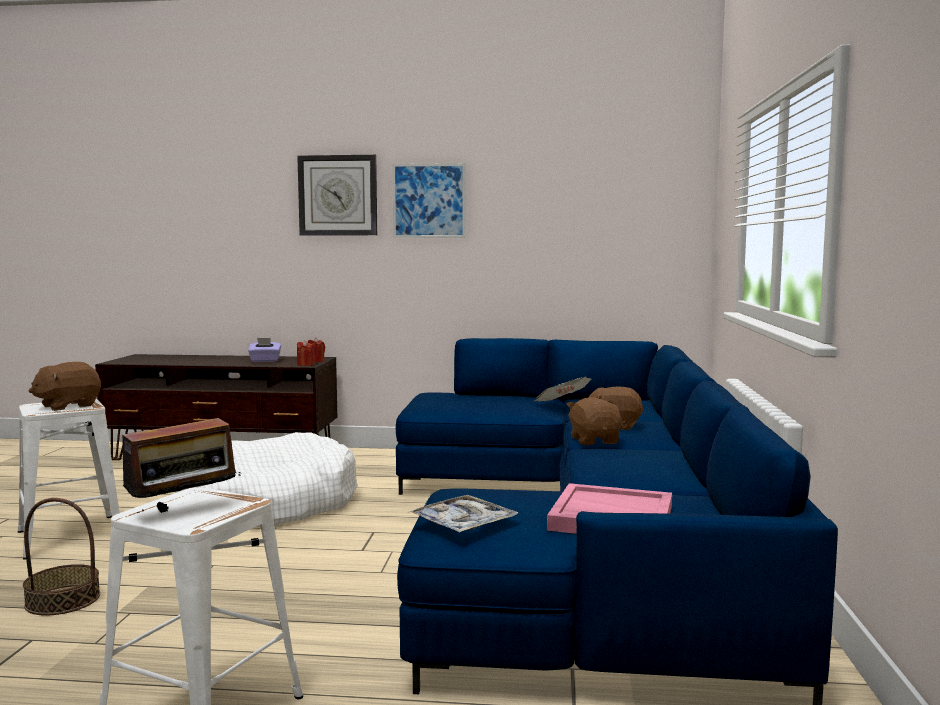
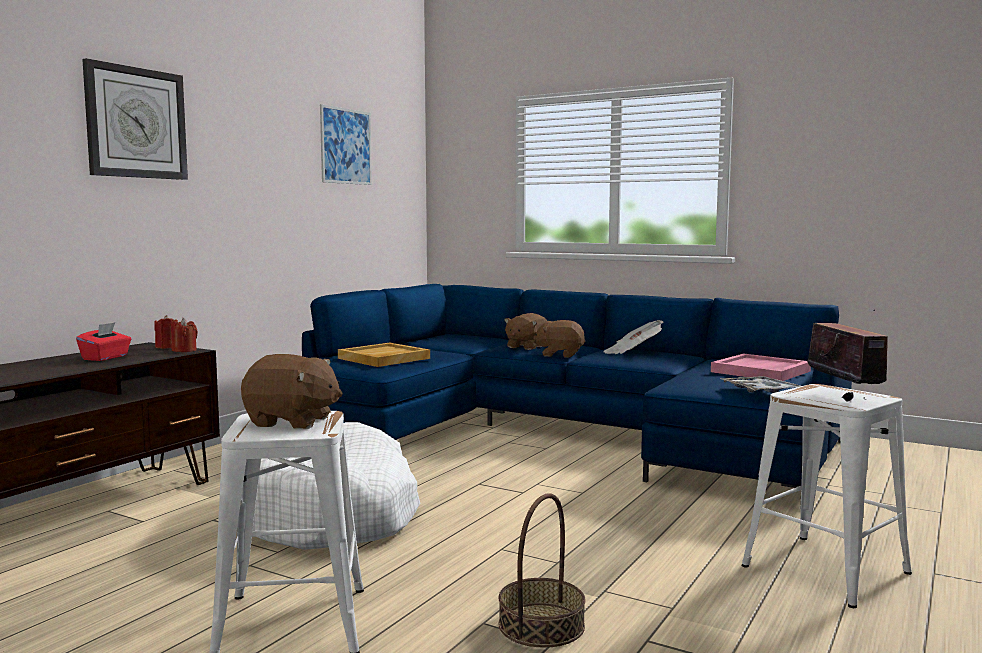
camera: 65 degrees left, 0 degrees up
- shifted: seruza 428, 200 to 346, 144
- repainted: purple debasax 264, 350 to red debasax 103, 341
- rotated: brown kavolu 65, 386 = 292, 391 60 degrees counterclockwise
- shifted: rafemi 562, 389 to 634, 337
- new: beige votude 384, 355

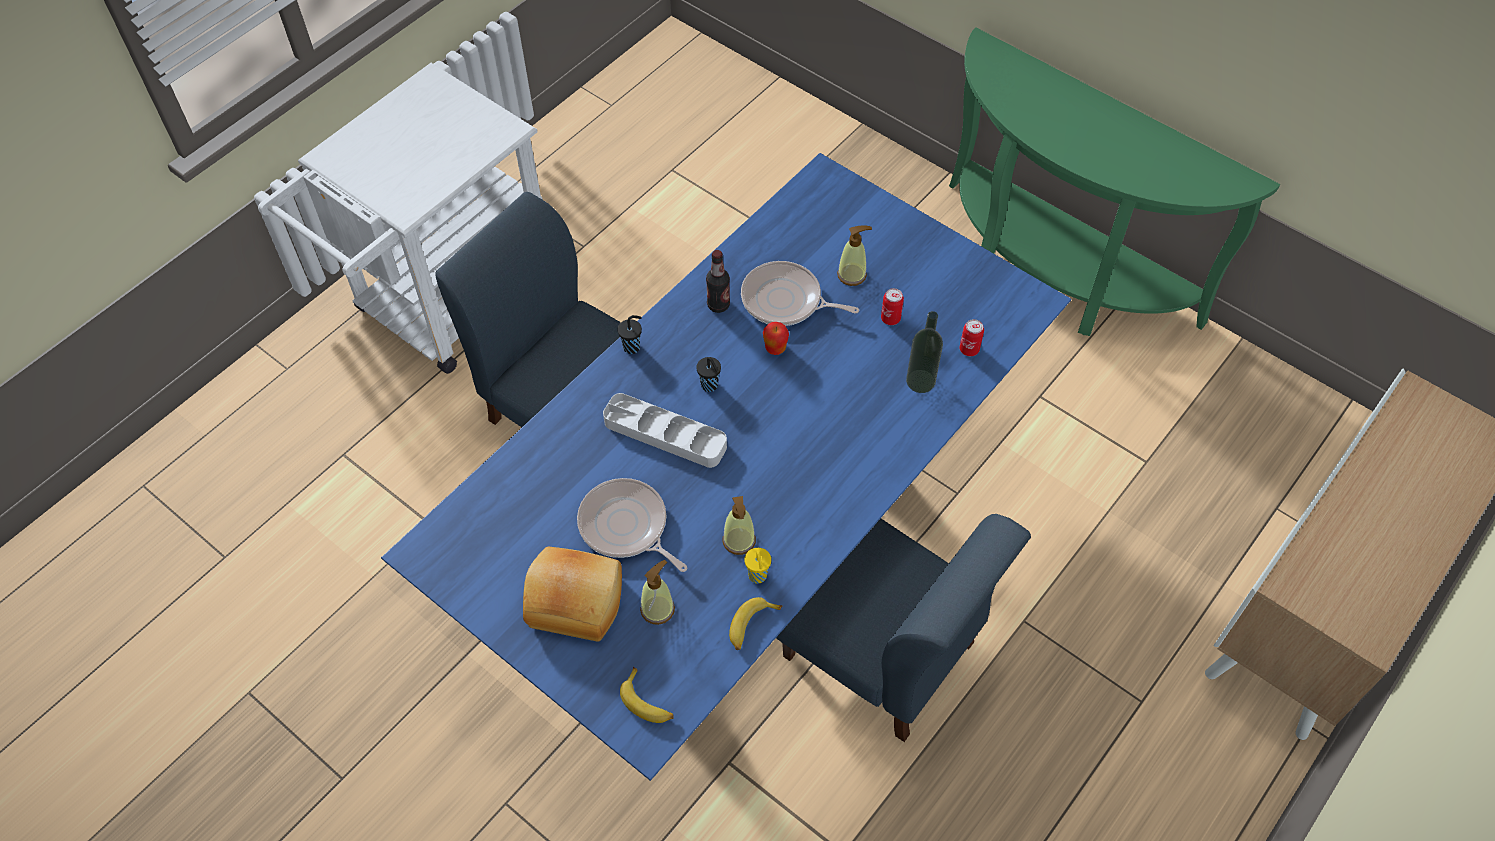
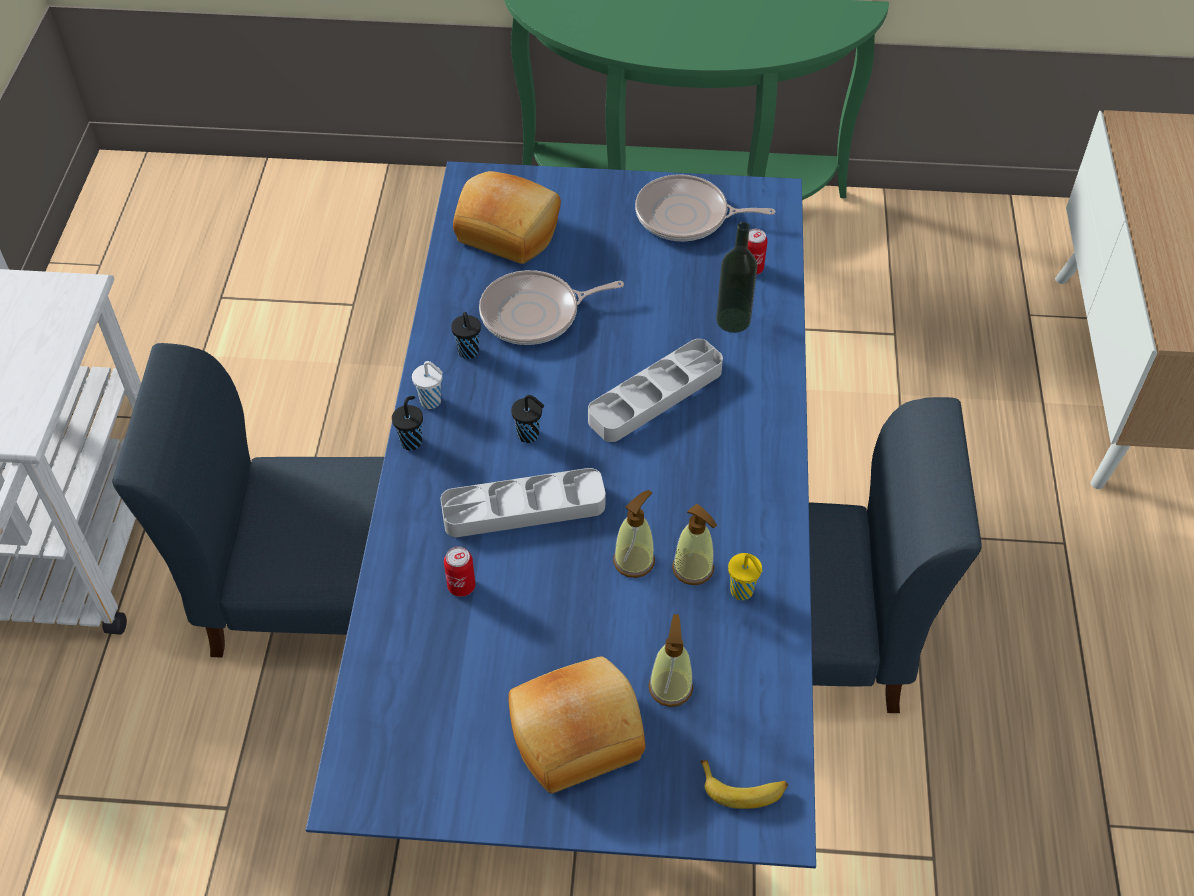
camera: 35 degrees left, 5 degrees down
- shifted: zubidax 854, 255 to 634, 534
- swapped: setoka 718, 281 to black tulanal 466, 335
- shifted: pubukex 892, 306 to 459, 571
- gone: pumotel 776, 338
- shifted: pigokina 632, 525 to 705, 207
- gone: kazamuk 756, 623
- new: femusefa 507, 217
- new: grey votude 655, 390
- new: white tulanal 427, 385

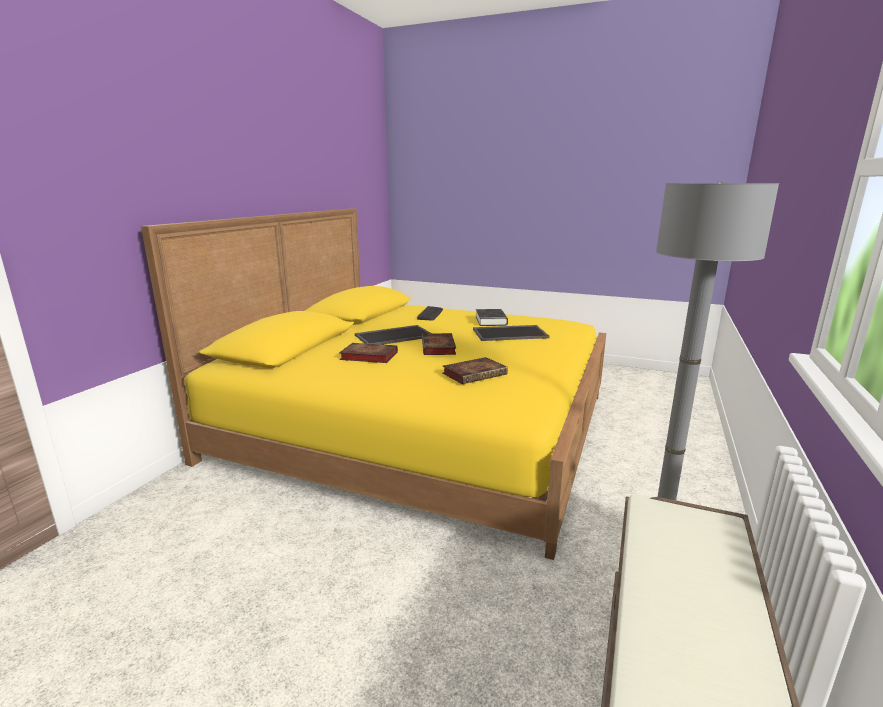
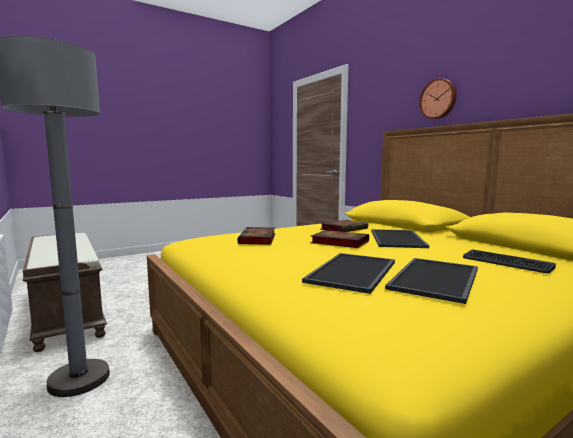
camera: 125 degrees right, 10 degrees down
- swapped: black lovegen 492, 317 to votude 431, 281
- new: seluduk 438, 98

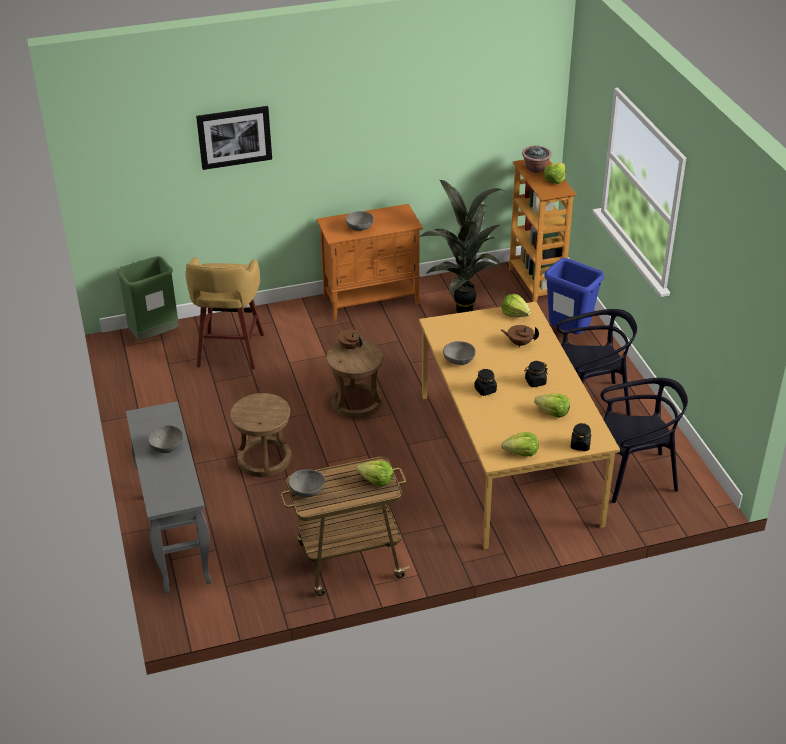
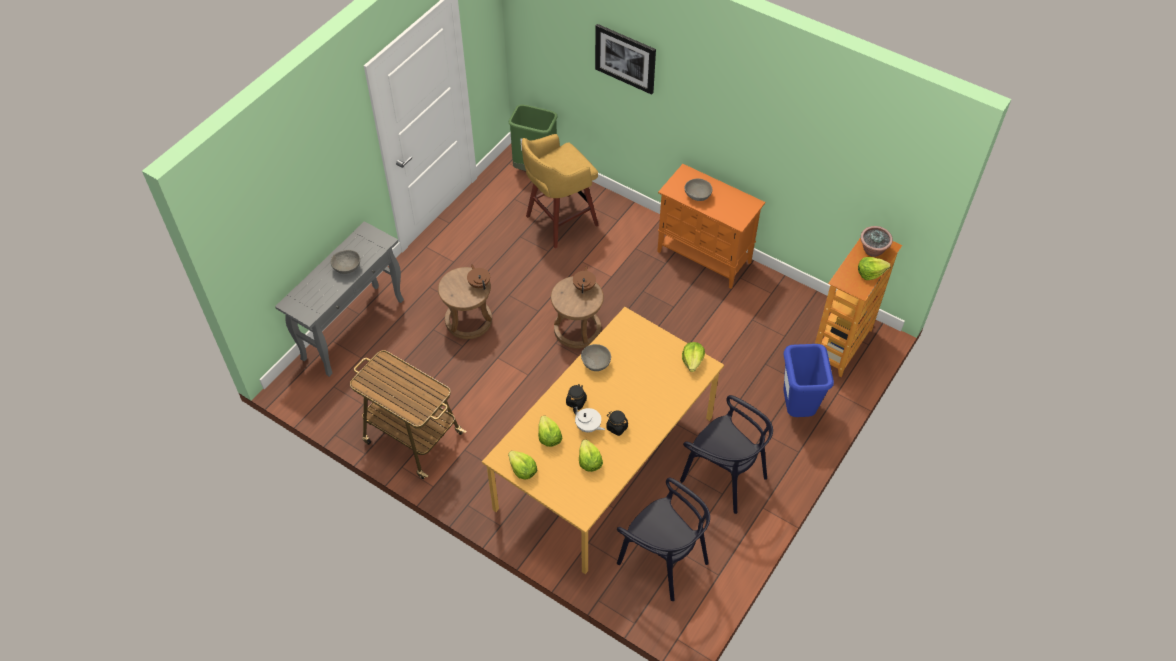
camera: 50 degrees right, 15 degrees up
- gone: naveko 462, 246
- shifted: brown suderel 520, 336 to 478, 277
- gone: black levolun 581, 437
- shifted: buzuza 375, 474 to 550, 431
- gone: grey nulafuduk 306, 483
- new: white suderel 589, 420

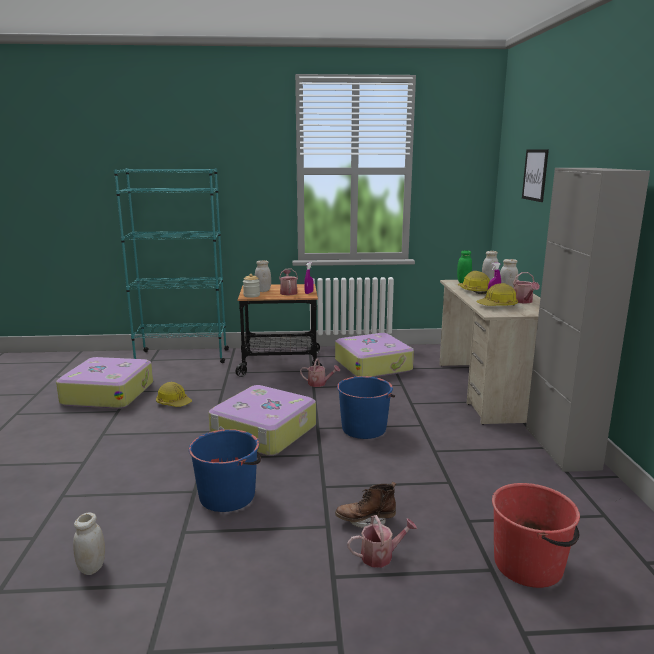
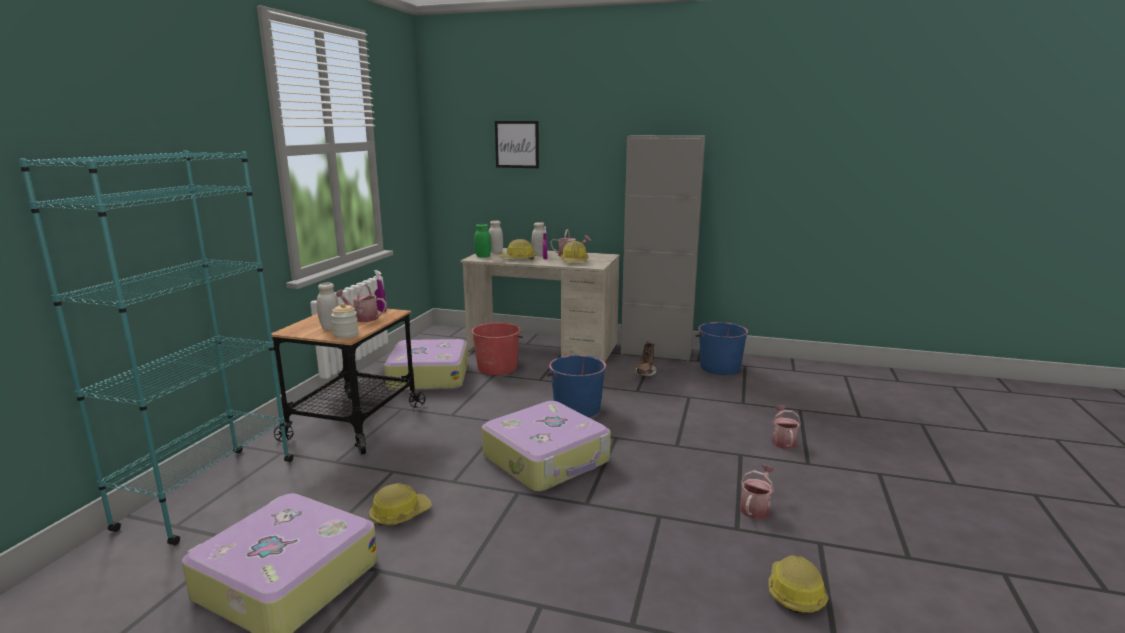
camera: 70 degrees left, 0 degrees up
- shifted: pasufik 320, 372 to 757, 492
- shifted: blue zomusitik 225, 470 to 722, 348
- shifted: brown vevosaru 366, 505 to 645, 358
- shifted: red zomusitik 536, 535 to 497, 348
- swapped: white levolun 89, 544 to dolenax 798, 585

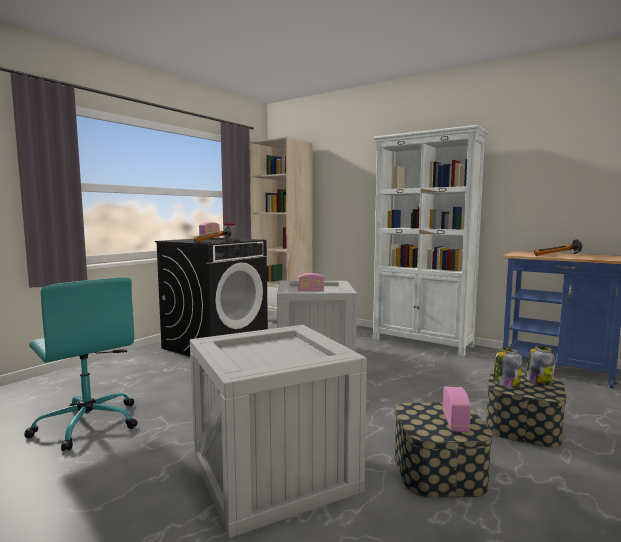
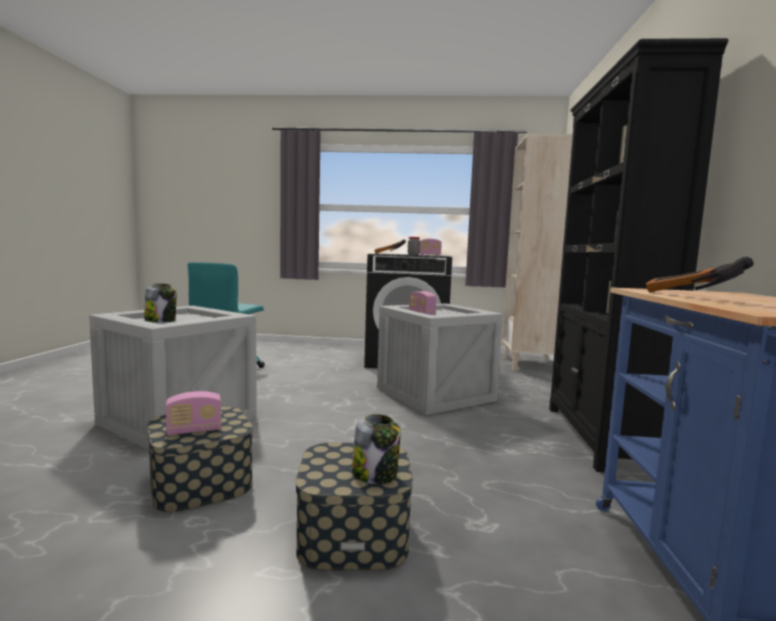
camera: 60 degrees right, 0 degrees up
- repainted: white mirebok 430, 240 to black mirebok 638, 255
- shifted: levolun 507, 368 to 160, 302

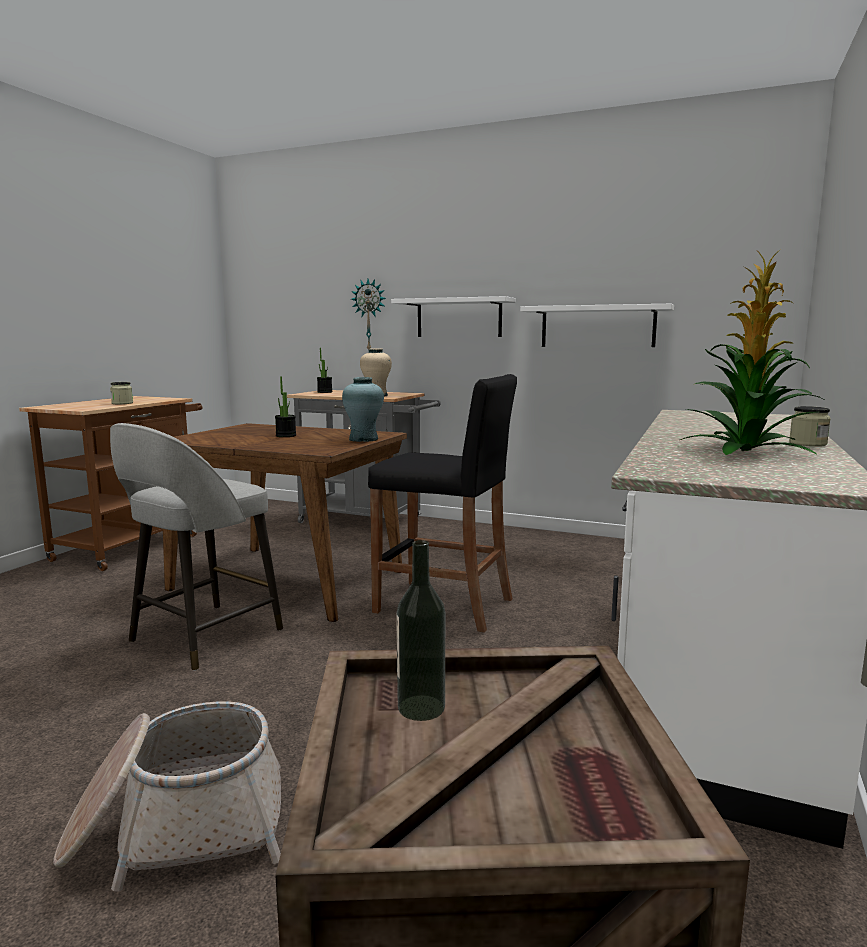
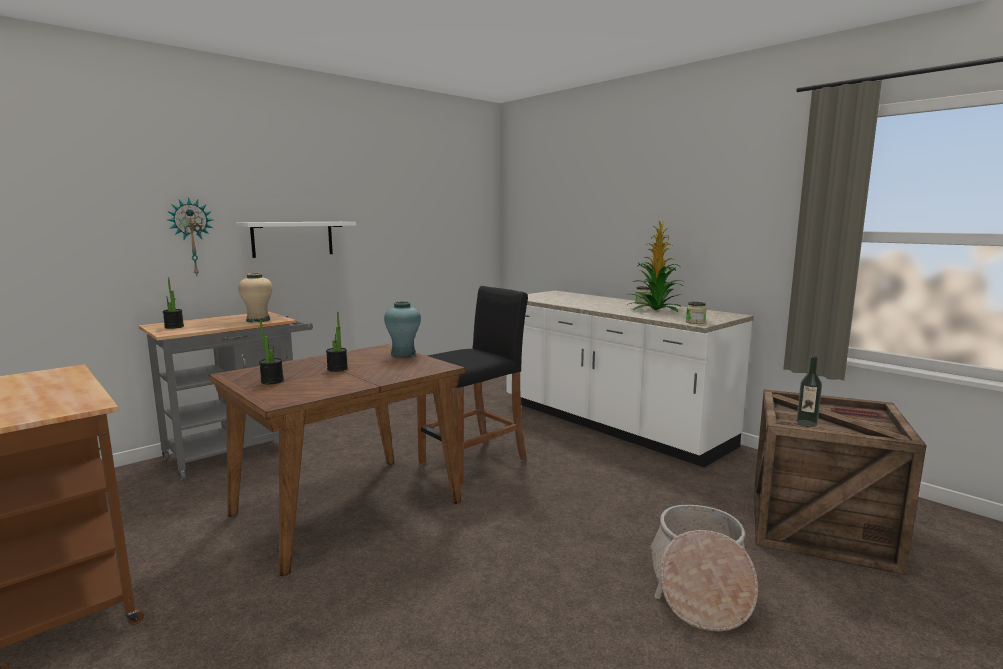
camera: 65 degrees left, 0 degrees up
- gone: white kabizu 597, 325
- shifted: levolun 121, 393 to 696, 313
- gone: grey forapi 196, 547
- new: naveko 271, 352

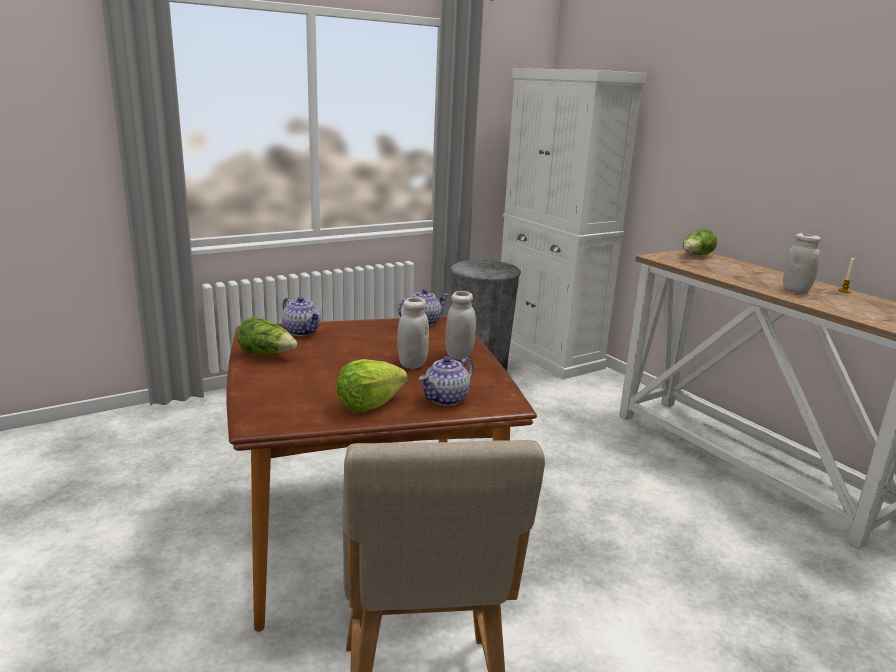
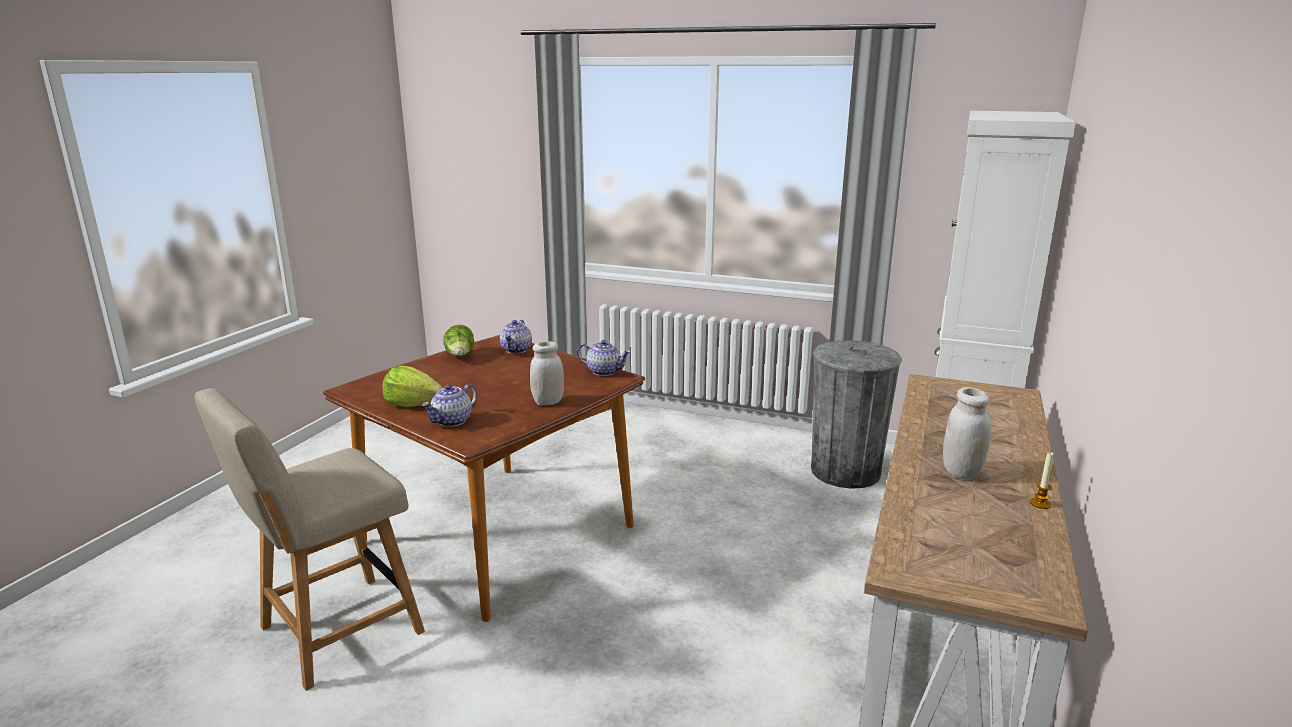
camera: 55 degrees right, 0 degrees up
- gone: buzuza 700, 242
- gone: white levolun 413, 333
- rotated: suderel 446, 381 = 449, 405 60 degrees counterclockwise

